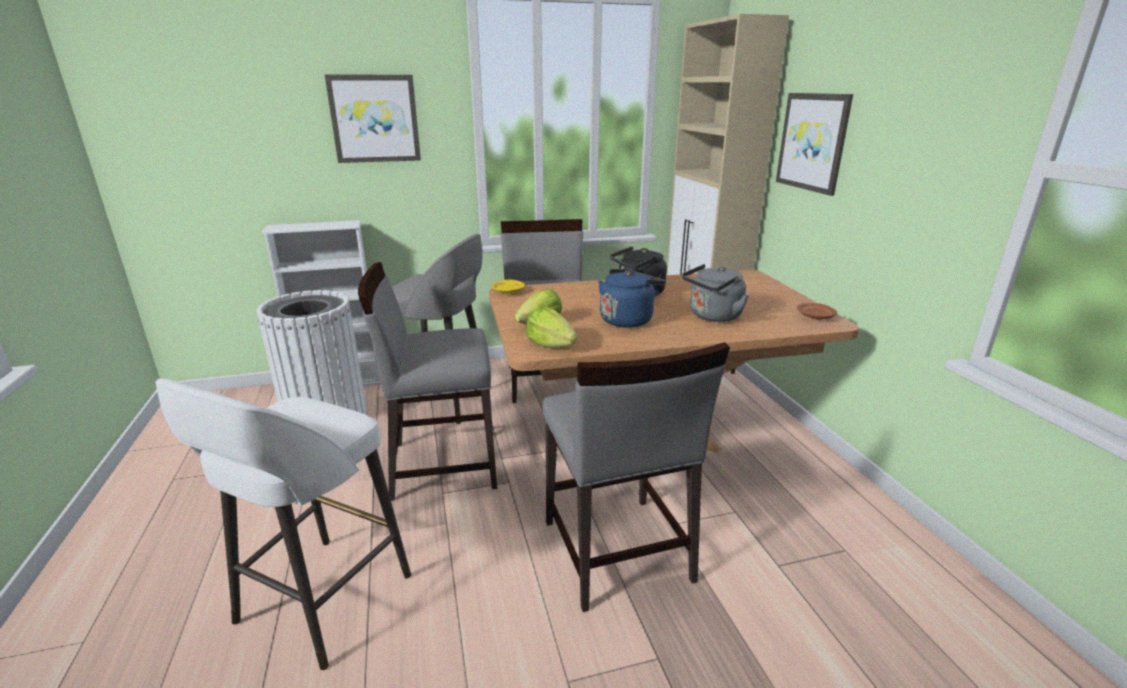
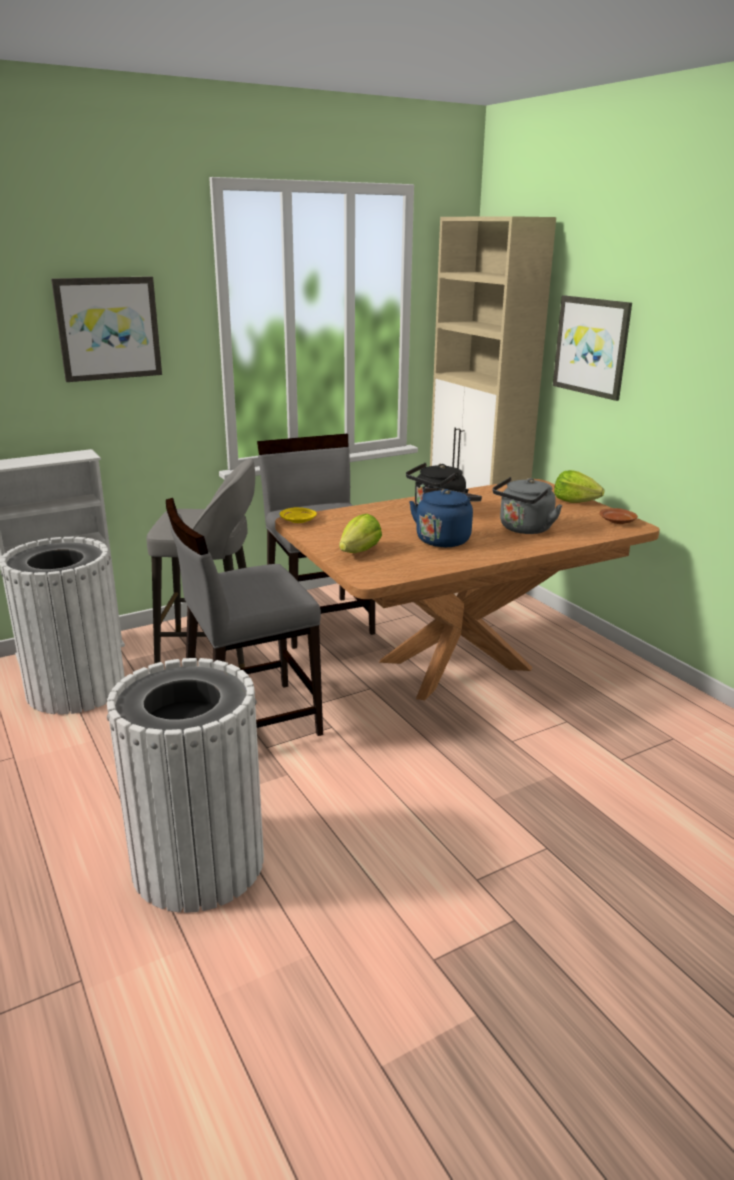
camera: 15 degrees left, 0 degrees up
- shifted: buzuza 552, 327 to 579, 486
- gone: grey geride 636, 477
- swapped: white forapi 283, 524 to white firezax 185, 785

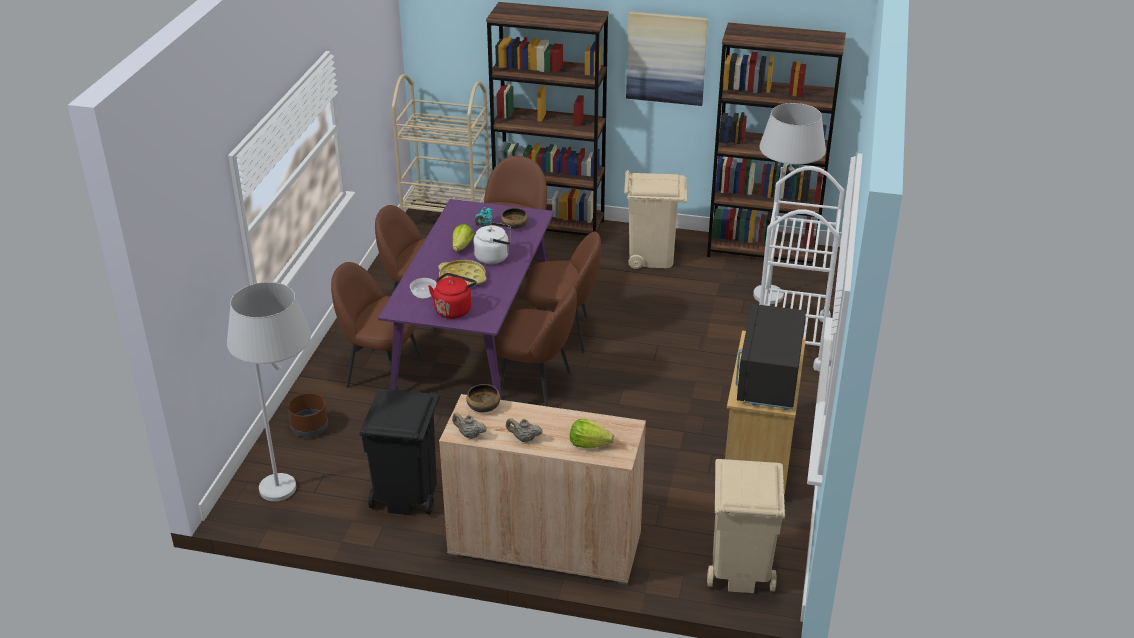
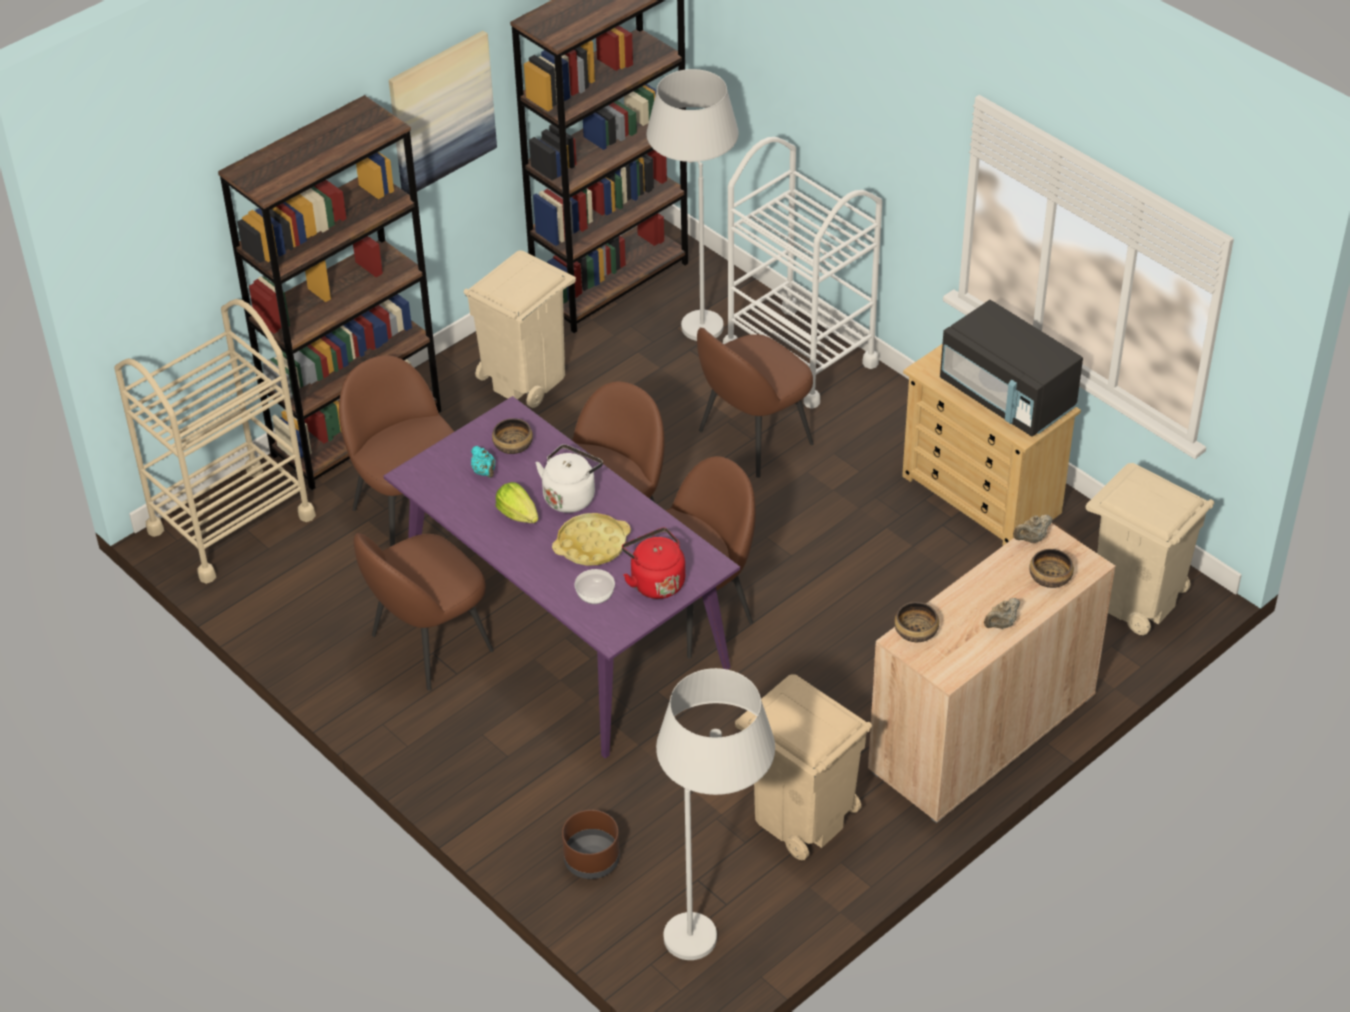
camera: 55 degrees left, 10 degrees up
- shifted: brown geride 376, 326 to 755, 402
- repainted: black firezax 399, 452 to beige firezax 803, 767
- shifted: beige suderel 469, 426 to 1033, 528
- swapped: buzuza 592, 433 to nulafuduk 1051, 568

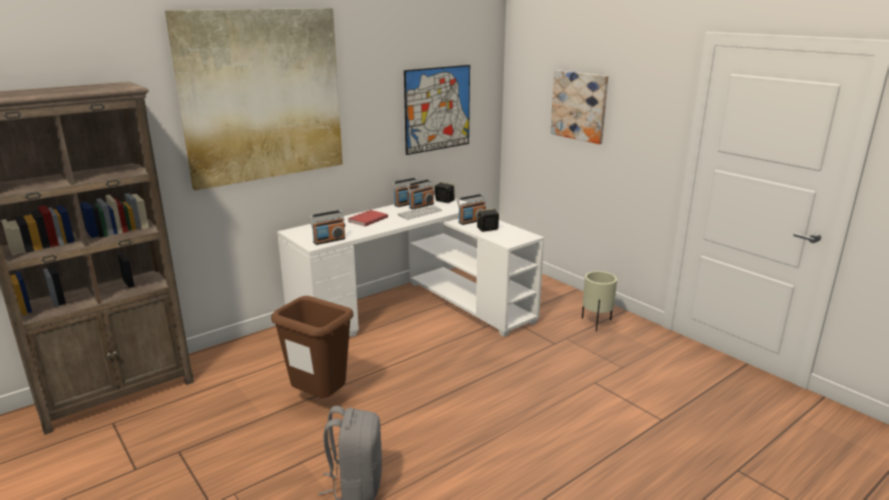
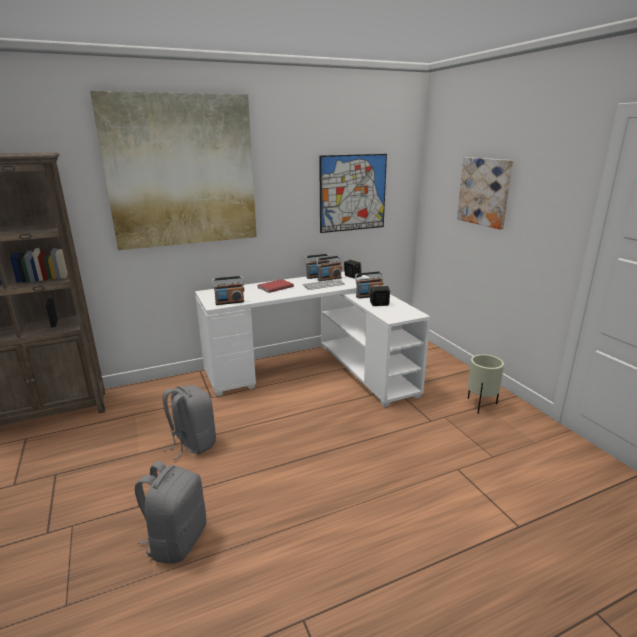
camera: 15 degrees right, 0 degrees up
- swapped: brown firezax 312, 347 to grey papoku 189, 422

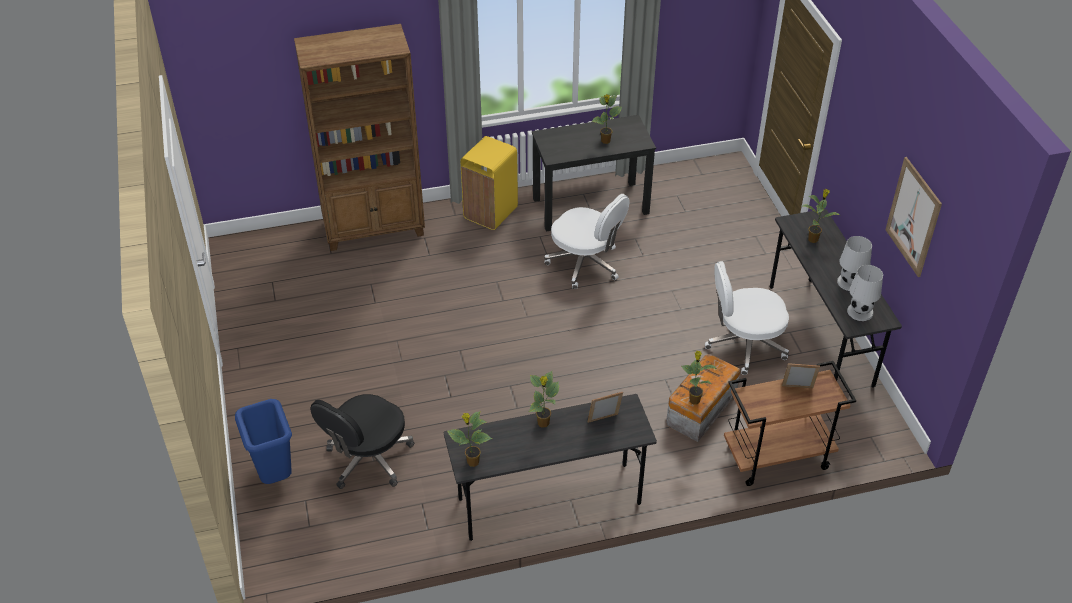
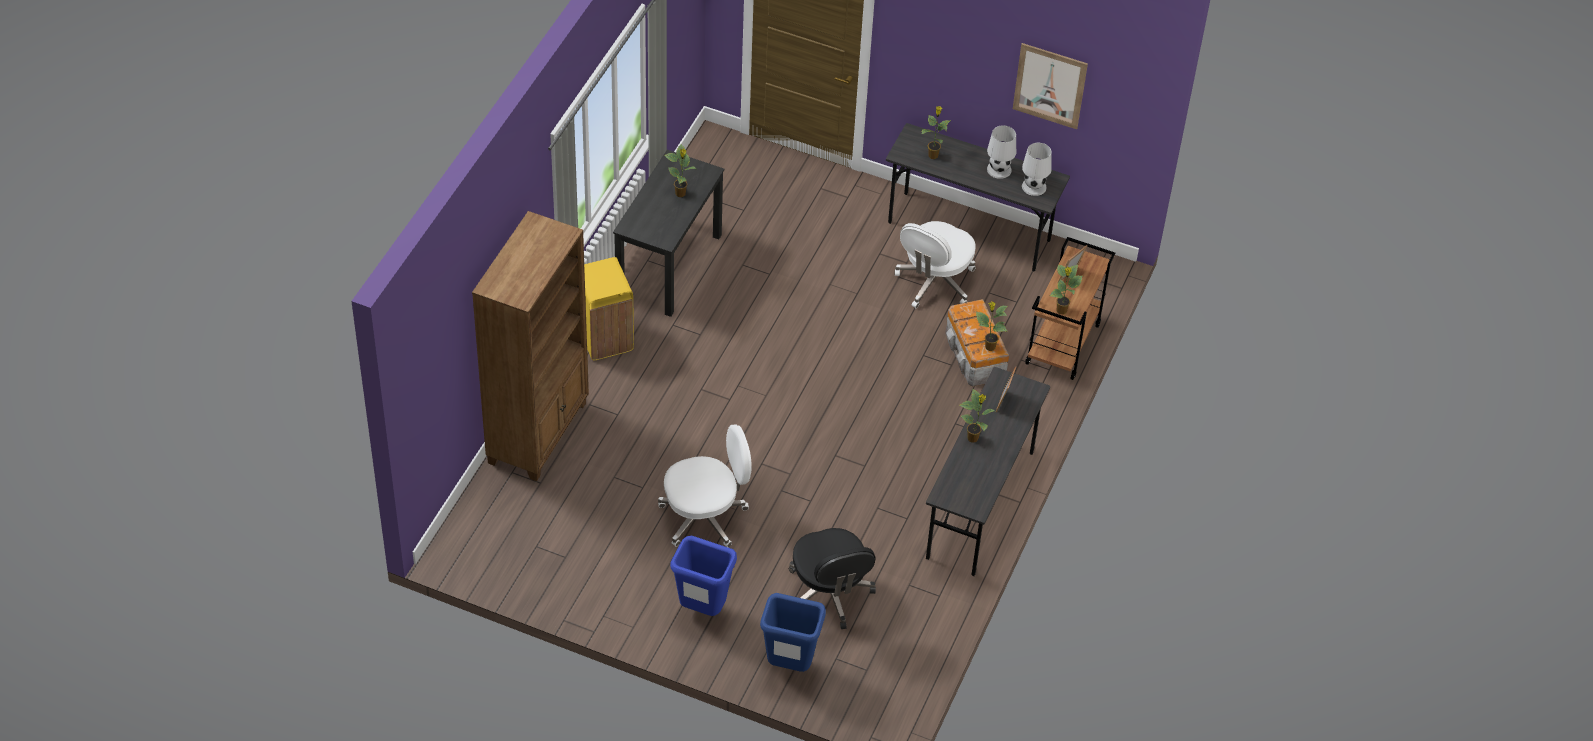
camera: 55 degrees left, 5 degrees up
- shifted: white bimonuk 587, 241 to 705, 485
- shifted: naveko 469, 439 to 1066, 289
- new: blue firezax 703, 576

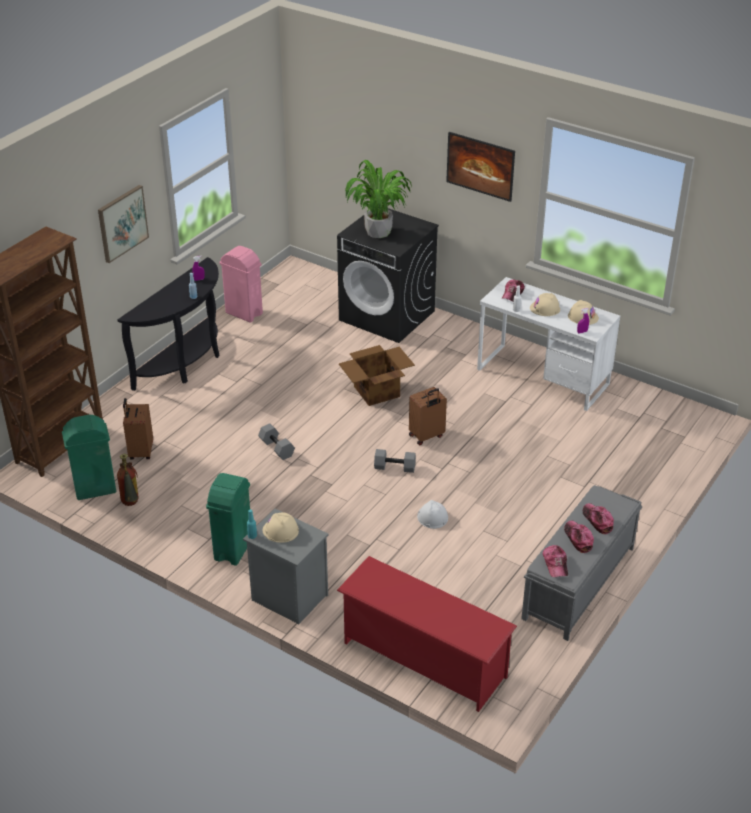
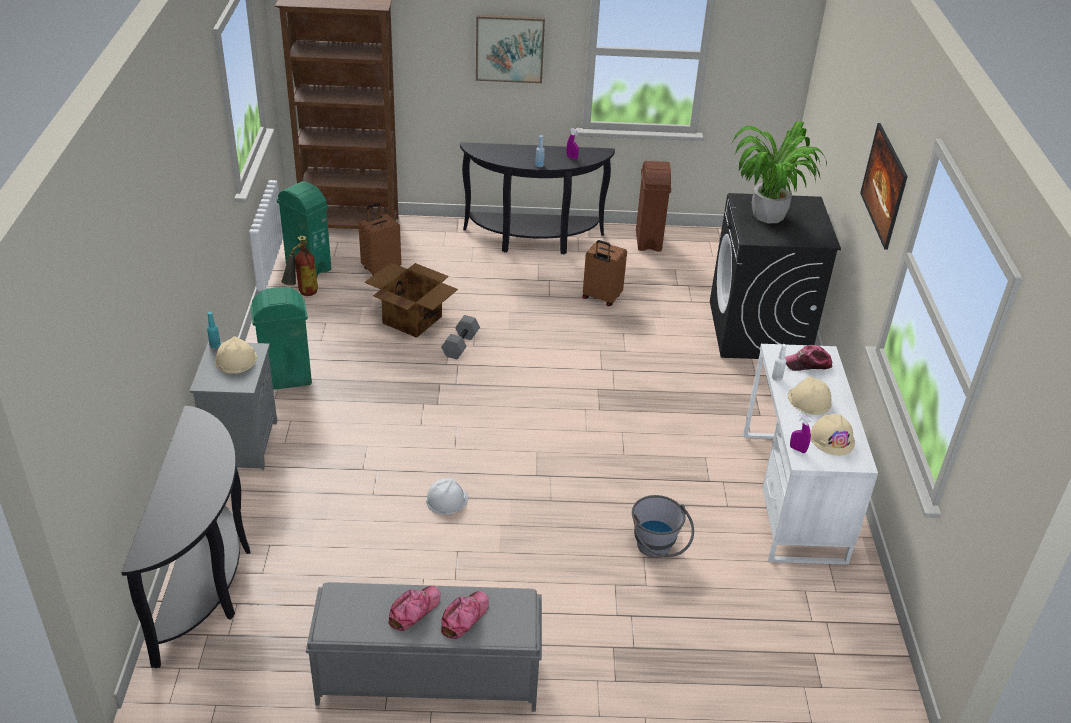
camera: 55 degrees right, 0 degrees up
- repainted: pink firezax 241, 284 to brown firezax 653, 206
- shifted: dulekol 377, 375 to 411, 300
- shifted: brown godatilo 428, 416 to 604, 273
- gone: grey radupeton 395, 461
- gone: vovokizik 555, 561
- swapped: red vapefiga 427, 634 to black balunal 186, 537
- new: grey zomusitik 663, 526

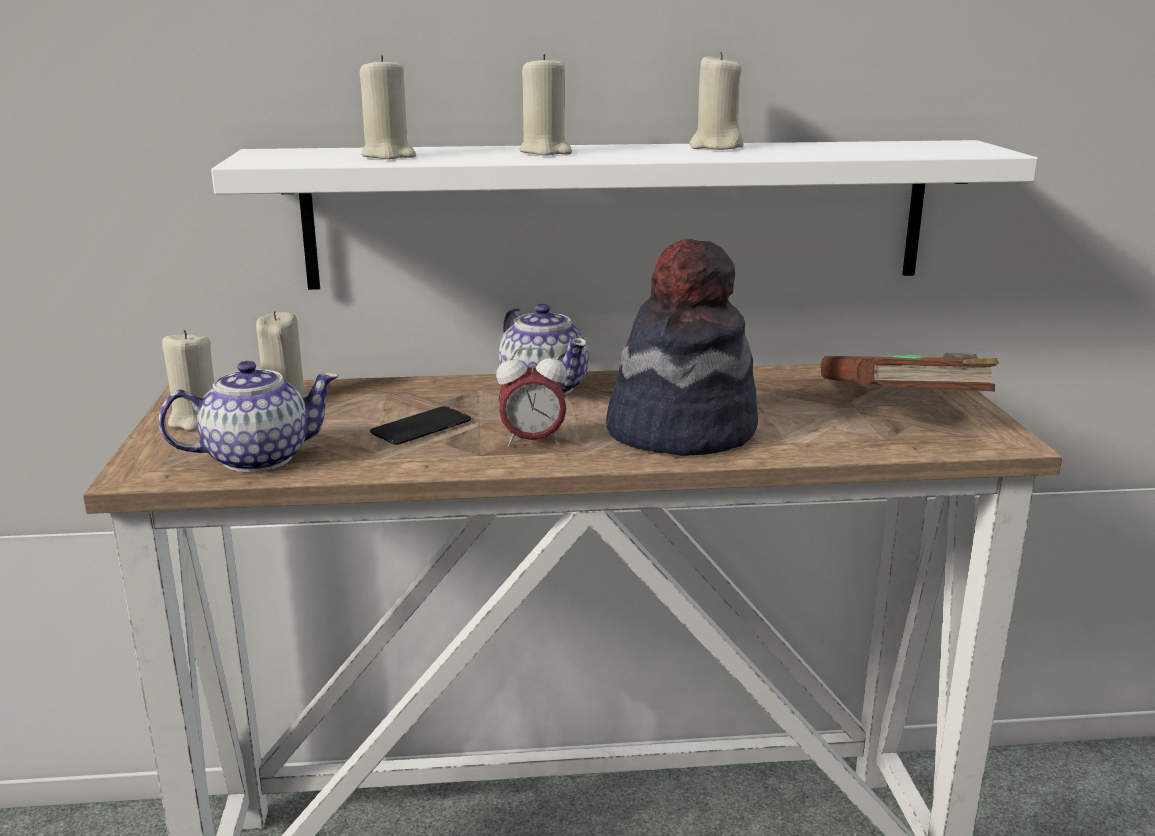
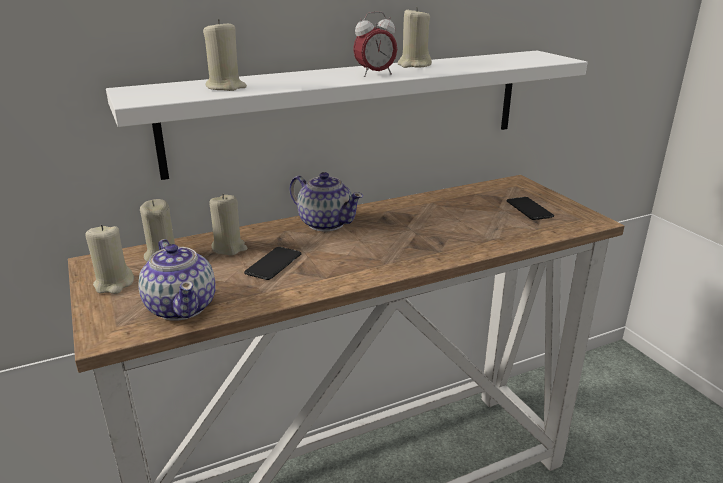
camera: 20 degrees left, 5 degrees up
- shifted: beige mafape 545, 105 to 228, 224
- gone: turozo 682, 347
- shifted: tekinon 531, 397 to 375, 44
- swapped: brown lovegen 909, 372 to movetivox 530, 208
- rotated: suderel 248, 416 = 177, 280 105 degrees clockwise

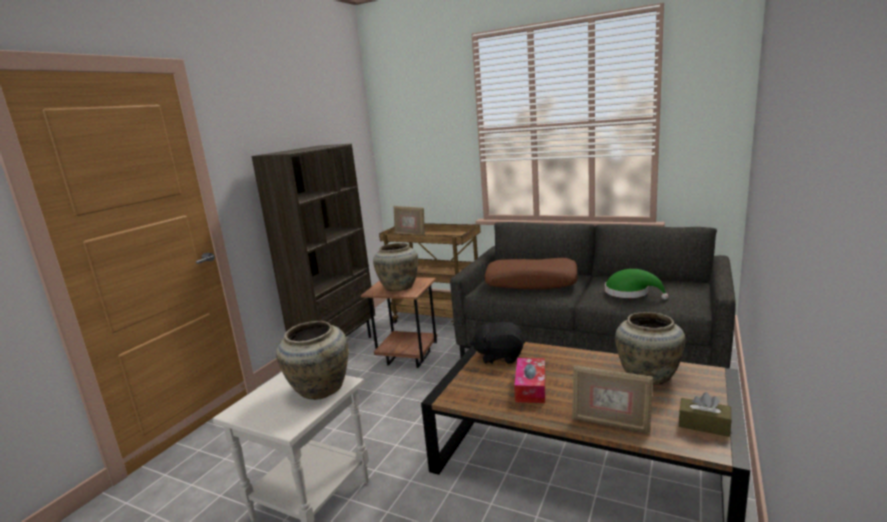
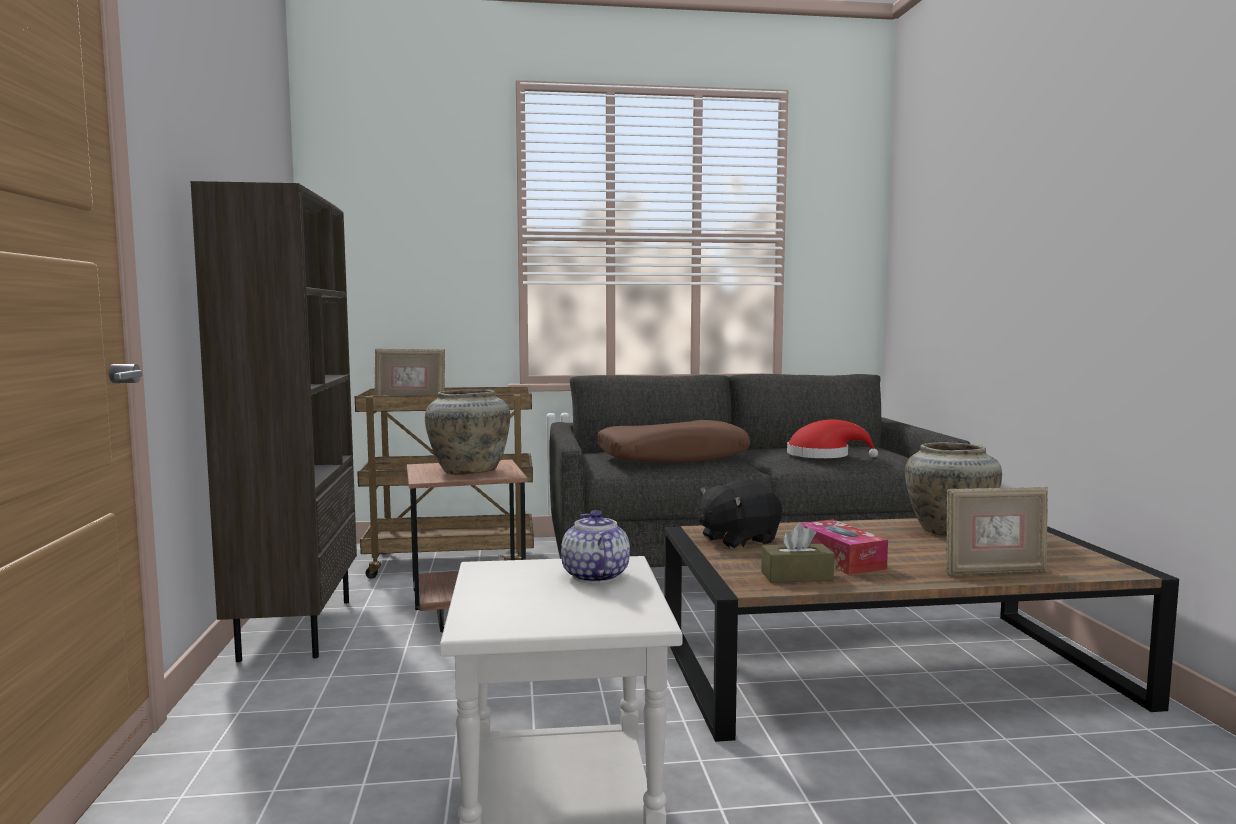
camera: 35 degrees left, 10 degrees down
- repainted: green turozo 637, 284 to red turozo 832, 438
- swapped: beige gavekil 312, 360 to suderel 595, 546
- shifted: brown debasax 705, 414 to 797, 553

